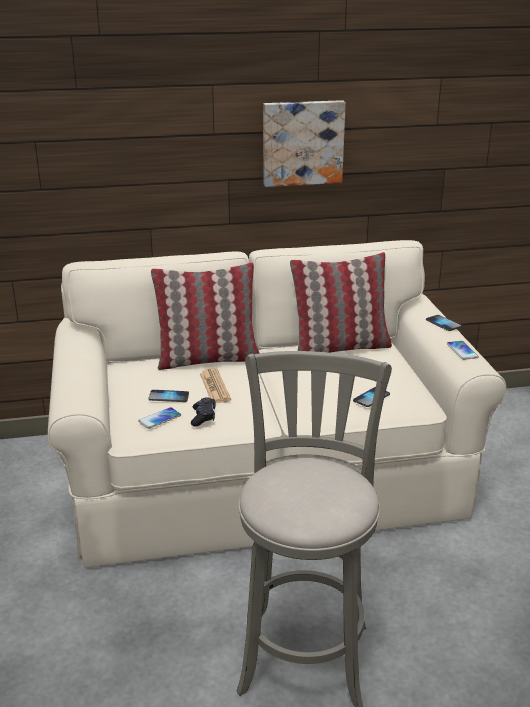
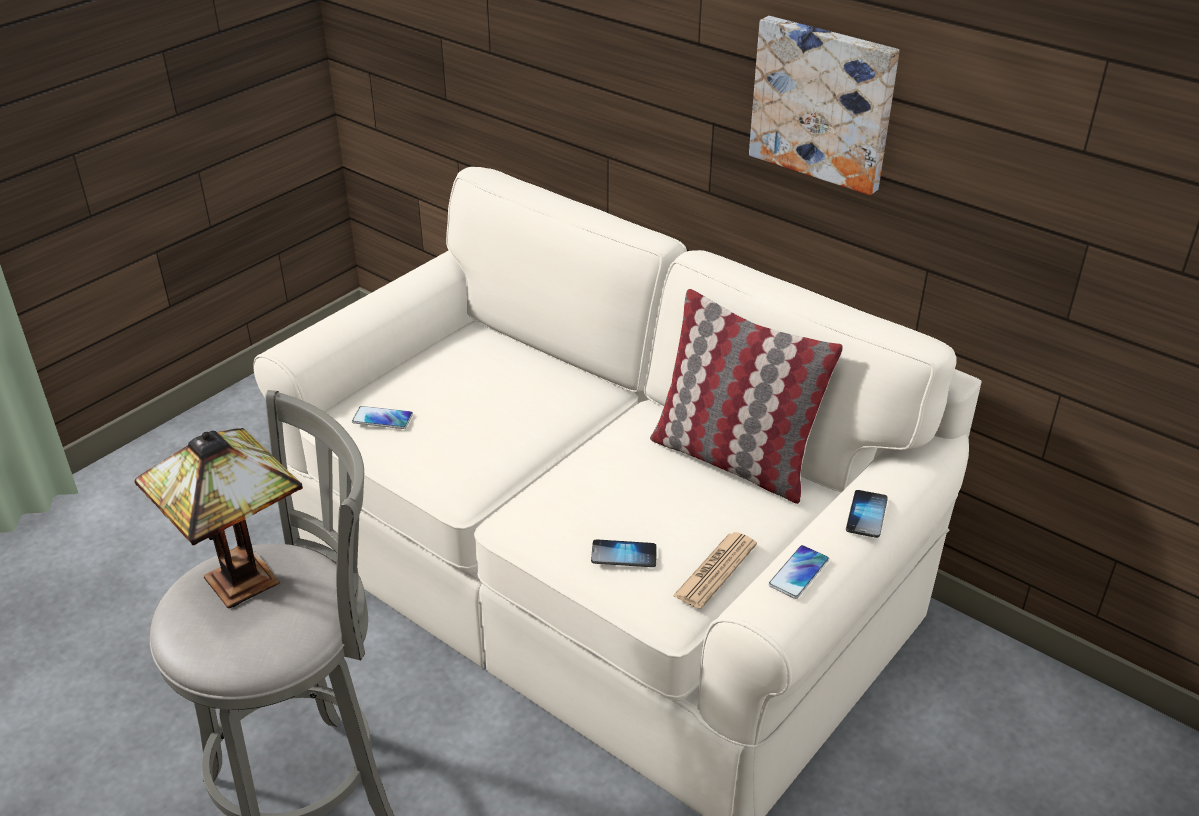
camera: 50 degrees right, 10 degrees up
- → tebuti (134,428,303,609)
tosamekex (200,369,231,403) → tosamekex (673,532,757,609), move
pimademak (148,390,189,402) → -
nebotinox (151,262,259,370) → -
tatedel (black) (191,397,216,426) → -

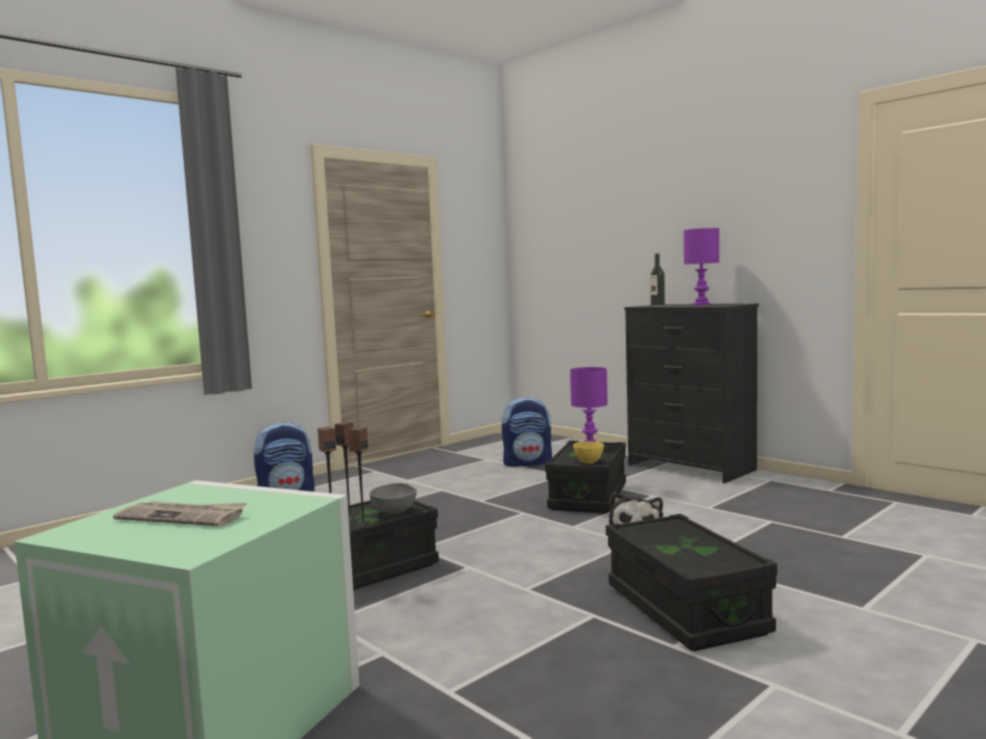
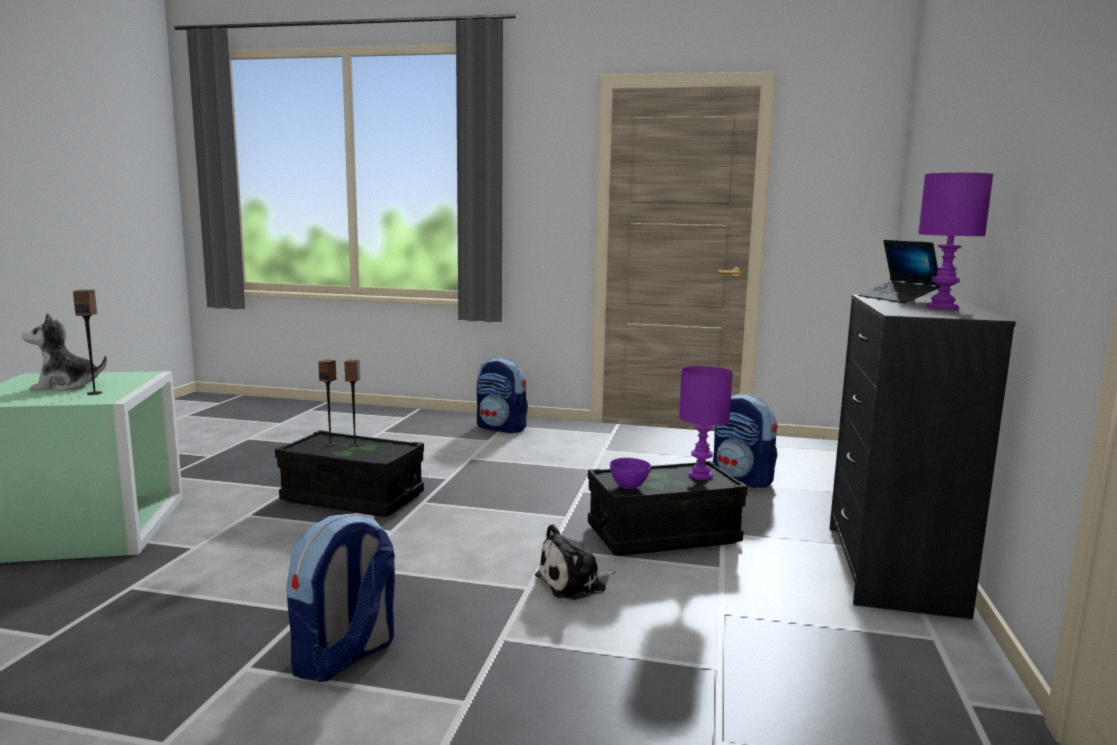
camera: 55 degrees right, 5 degrees up
tosamekex (113,501,247,526) → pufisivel (22,313,107,391)
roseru (348,427,370,525) → roseru (73,290,102,395), move
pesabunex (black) (606,514,777,651) → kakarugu (287,513,395,682)
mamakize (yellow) (573,441,604,464) → mamakize (purple) (610,458,651,489)
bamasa (650,253,665,306) → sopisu (858,240,940,303)
mamakize (grey) (370,483,417,513) → -

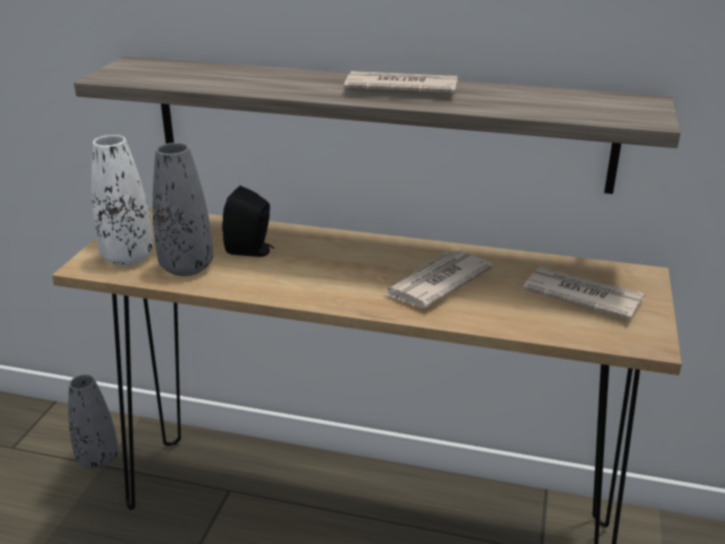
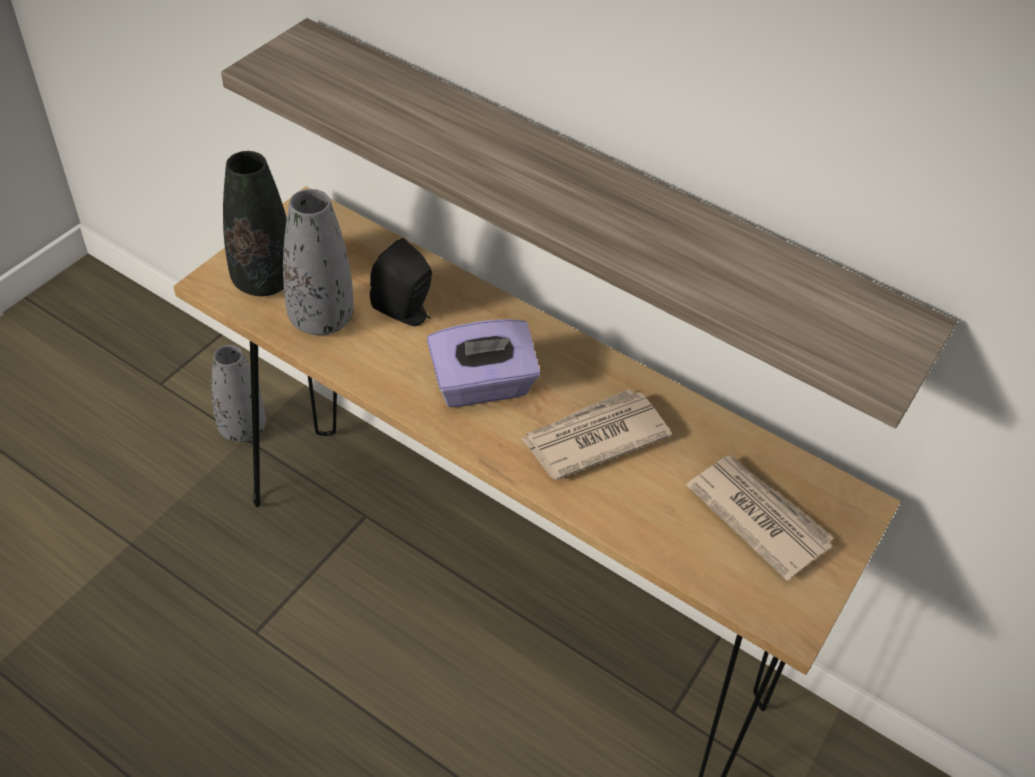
camera: 15 degrees right, 20 degrees up
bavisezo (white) (91,135,154,266) → bavisezo (black) (223,151,287,296)
- → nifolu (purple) (427,319,540,407)
tosamekex (344,71,458,94) → -

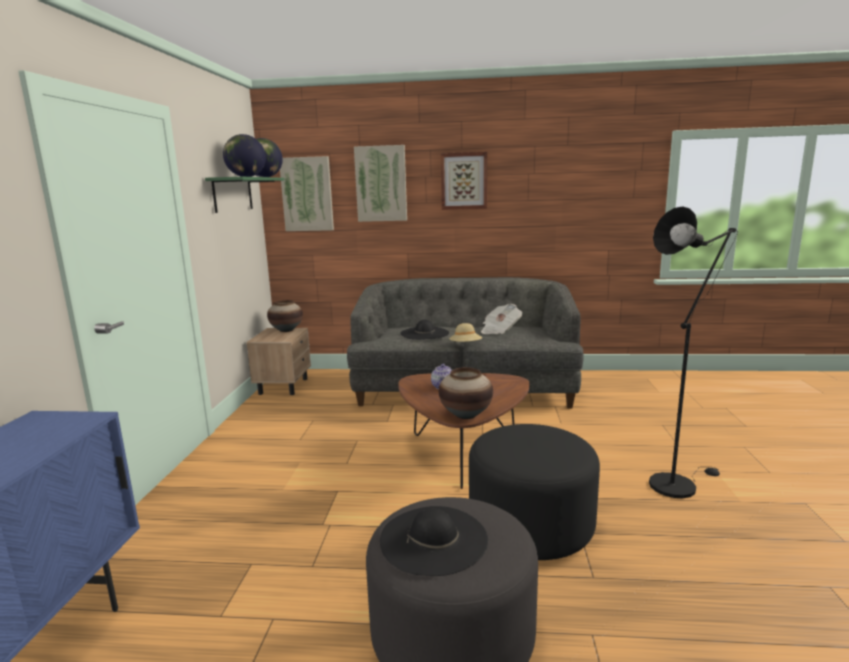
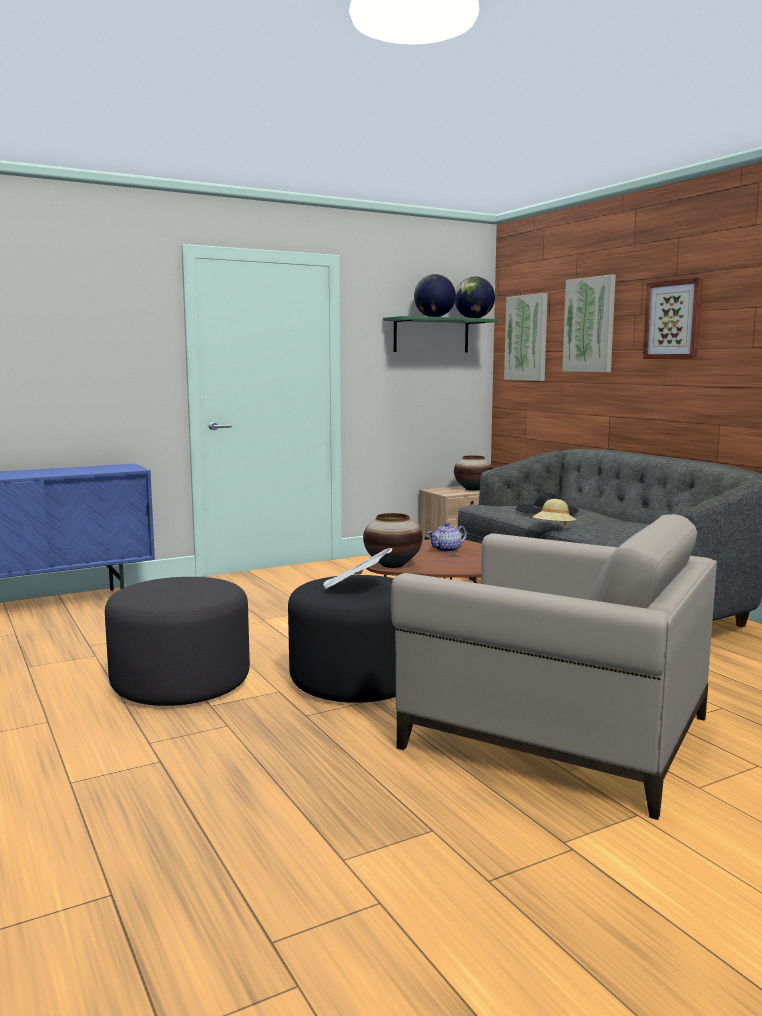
camera: 55 degrees right, 5 degrees down
tosamekex (481,304,522,334) → tosamekex (324,548,392,589), move
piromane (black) (649,206,738,498) → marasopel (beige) (391,514,717,820)
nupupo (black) (380,506,488,576) → -

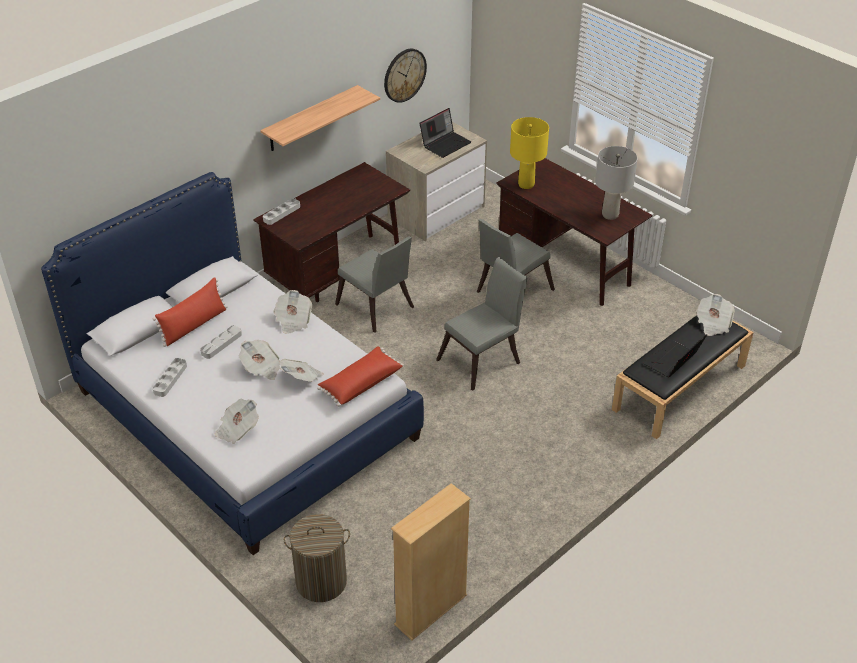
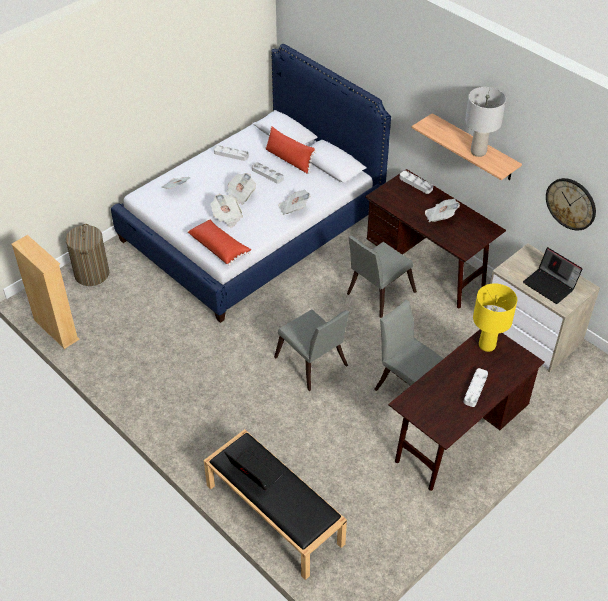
camera: 90 degrees right, 5 degrees up
tosamekex (696,294,735,336) → tosamekex (425,199,460,222), move
- → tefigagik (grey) (464,368,488,407)
tebuti (grey) (595,146,638,220) → tebuti (grey) (465,87,506,157), move

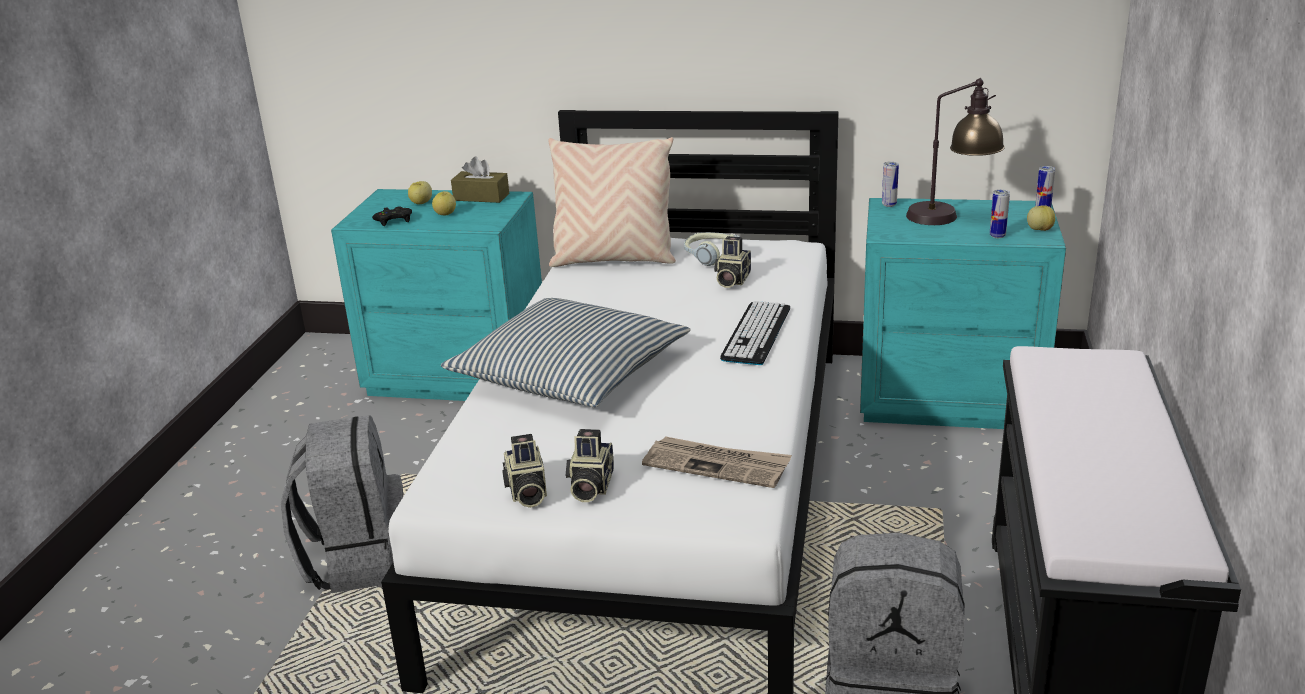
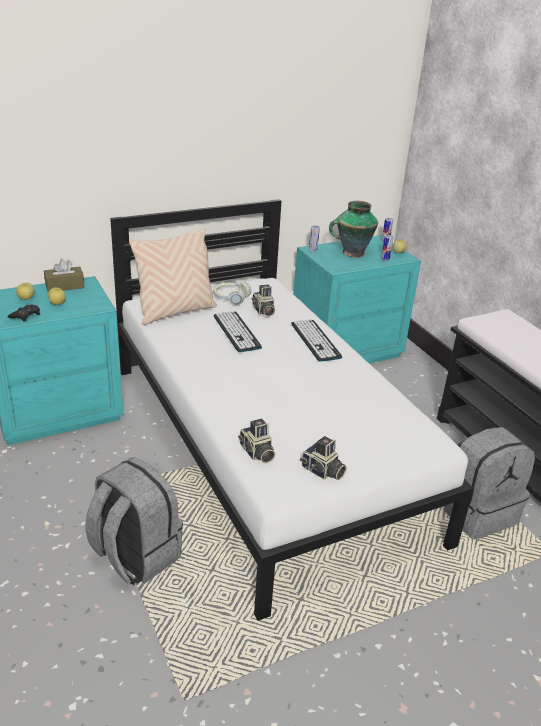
camera: 40 degrees left, 5 degrees up
- → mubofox (214,311,262,352)
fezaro (566,429,614,502) → fezaro (238,418,276,464), move
tebuti (906,78,1005,225) → bavisezo (329,201,378,257)
nebotinox (441,298,691,407) → -
tosamekex (642,436,792,488) → -

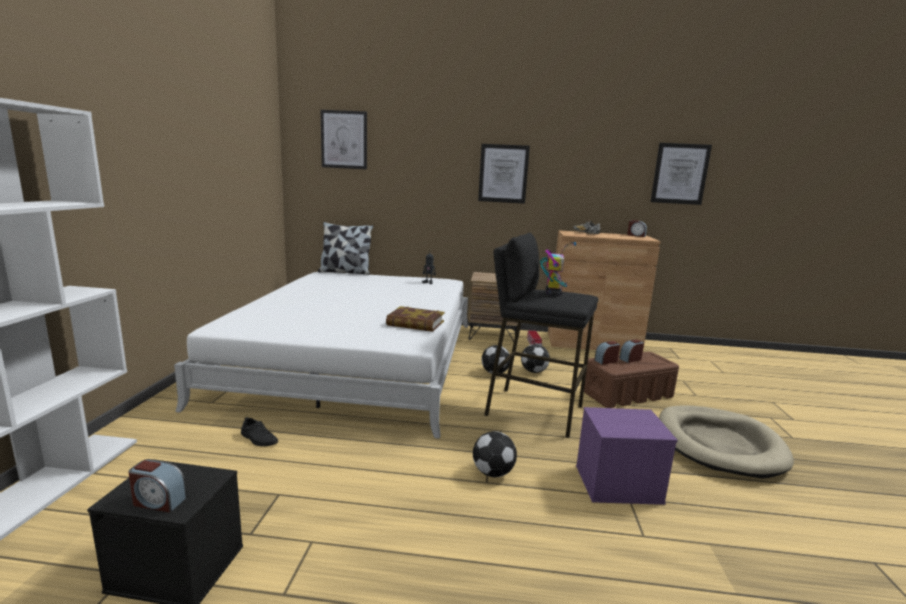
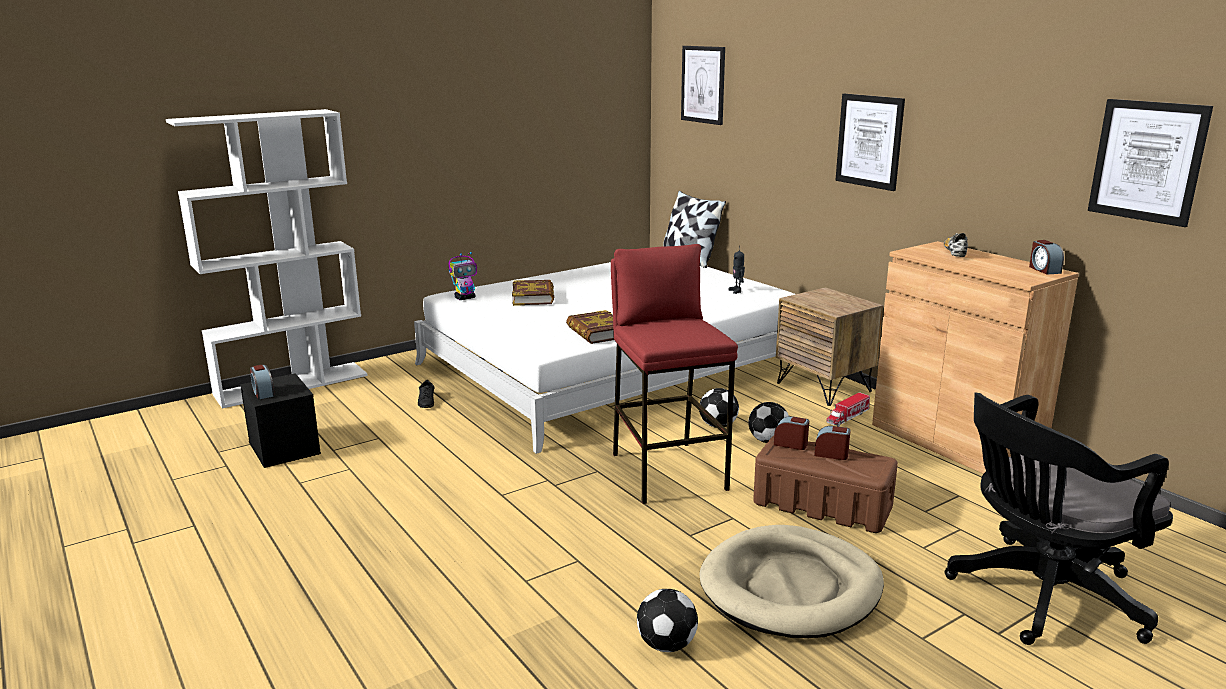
camera: 50 degrees right, 5 degrees up
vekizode (540,242,577,296) → vekizode (448,252,477,300), move
- → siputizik (512,280,554,306)
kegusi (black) (484,233,598,438) → kegusi (red) (611,244,738,504)
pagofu (473,431,517,477) → pagofu (637,589,698,652), move
- → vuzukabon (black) (944,392,1173,645)
pesabunex (purple) (576,407,678,505) → -

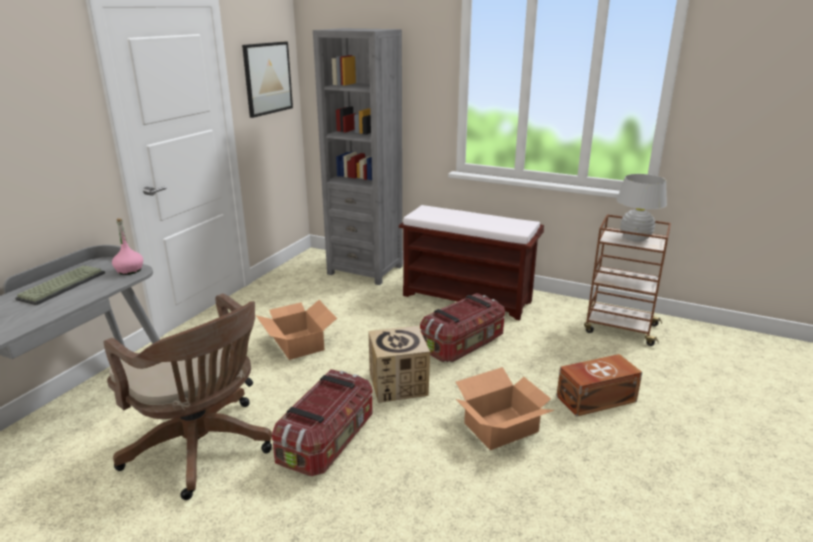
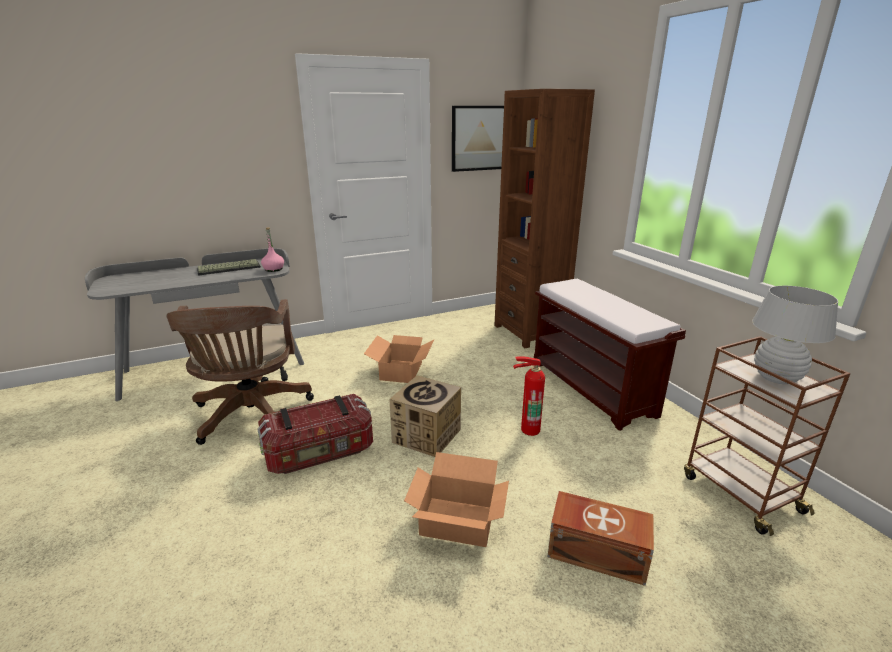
camera: 40 degrees right, 0 degrees up
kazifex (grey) (313,28,402,285) → kazifex (brown) (494,89,595,348)
pesabunex (420,293,505,362) → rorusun (513,356,545,436)

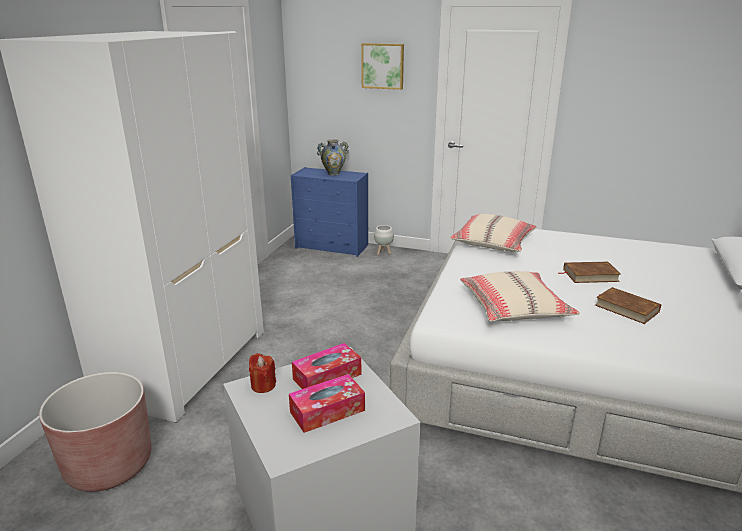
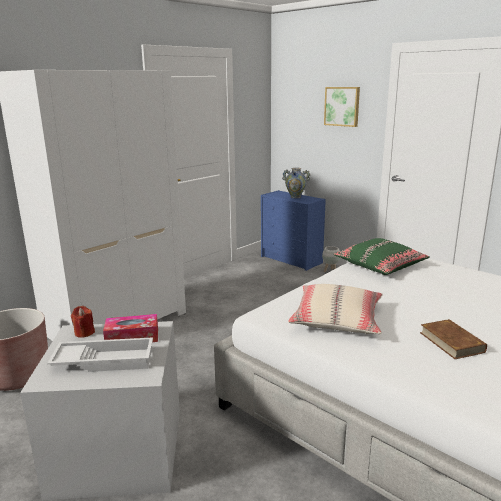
camera: 25 degrees right, 5 degrees down
nifolu (289,374,365,433) → tefigagik (white) (47,337,153,372)
nebotinox (beige) (450,214,537,252) → nebotinox (green) (334,238,429,275)
siputizik (brown) (558,262,621,283) → -

